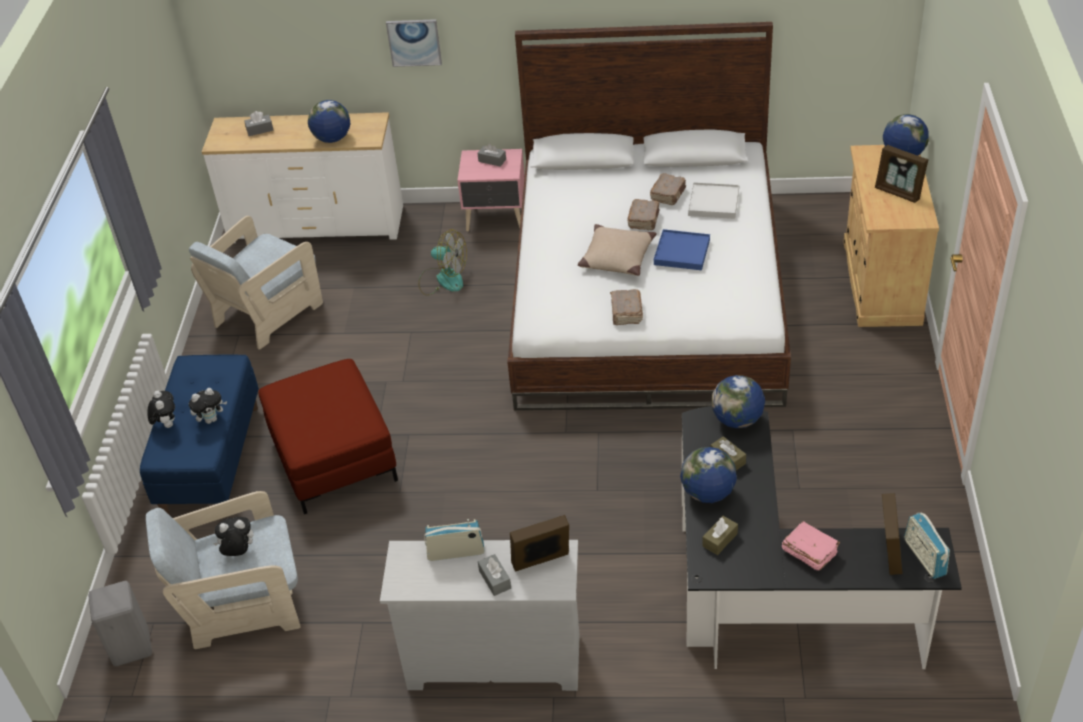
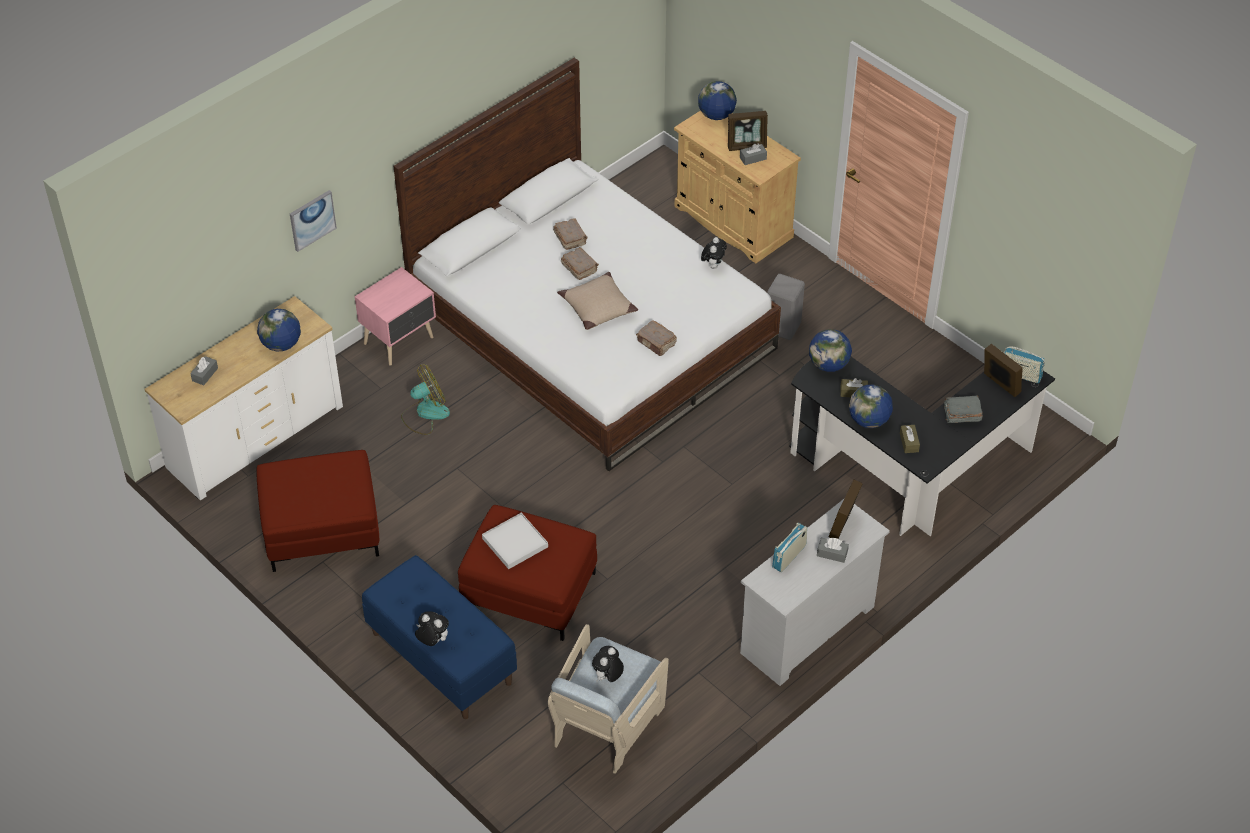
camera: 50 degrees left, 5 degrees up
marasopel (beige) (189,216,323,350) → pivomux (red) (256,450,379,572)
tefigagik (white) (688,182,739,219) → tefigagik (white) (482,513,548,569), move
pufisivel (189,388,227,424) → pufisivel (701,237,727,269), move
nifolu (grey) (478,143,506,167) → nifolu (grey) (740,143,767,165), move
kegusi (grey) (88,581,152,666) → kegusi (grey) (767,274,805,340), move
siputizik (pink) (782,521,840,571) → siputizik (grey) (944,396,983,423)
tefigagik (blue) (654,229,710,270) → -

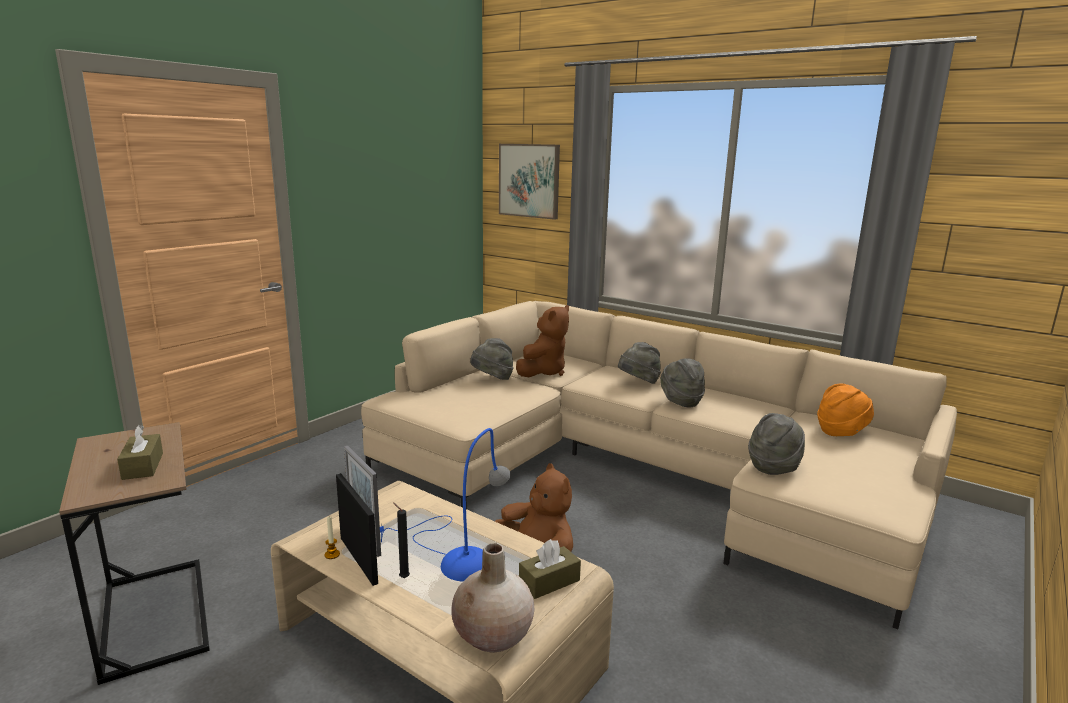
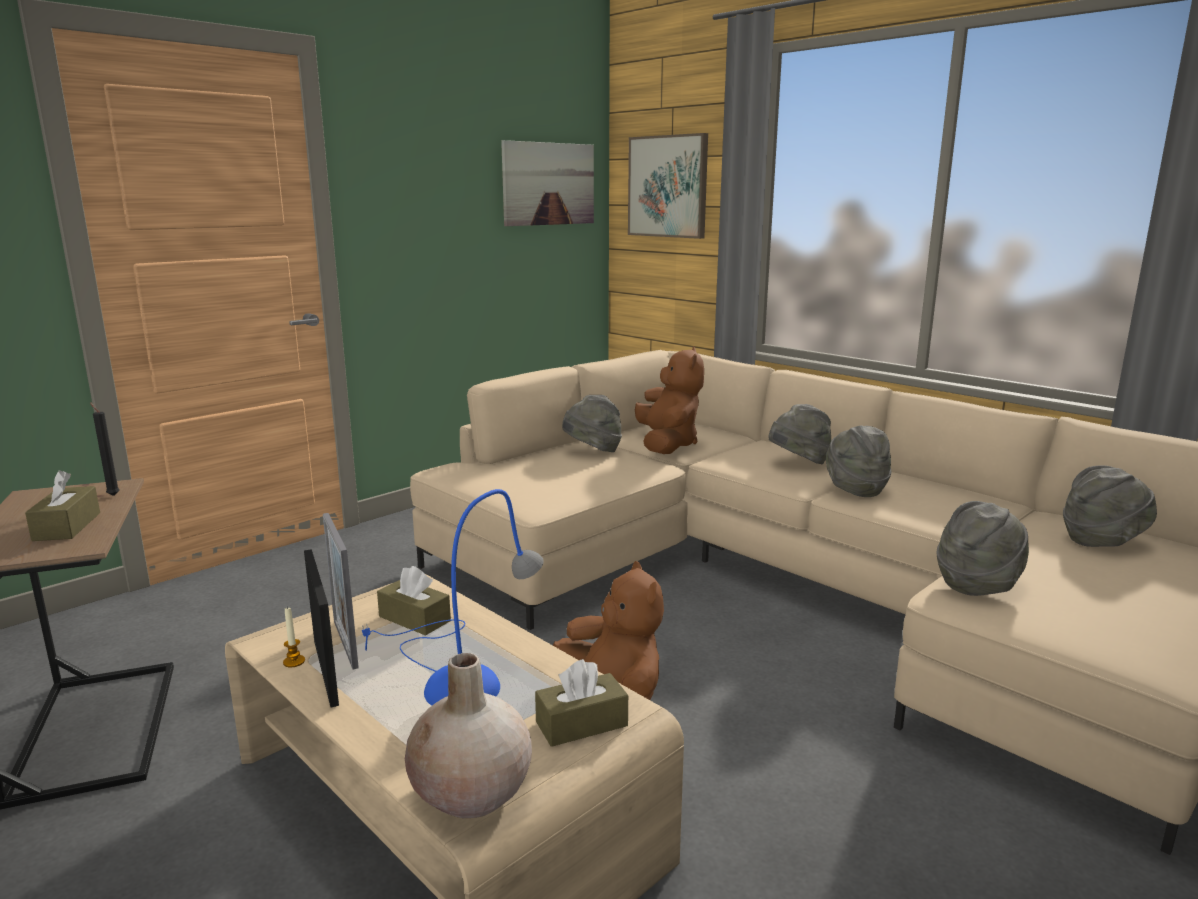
camera: 10 degrees right, 0 degrees up
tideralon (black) (393,502,410,578) → tideralon (black) (90,402,120,496), move
- → nifolu (brown) (377,566,451,636)
- → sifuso (501,140,594,226)
pufisivel (brown) (516,305,569,377) → pufisivel (brown) (635,346,704,454), 45 degrees counterclockwise
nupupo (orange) (817,383,874,436) → nupupo (grey) (1063,465,1157,547)

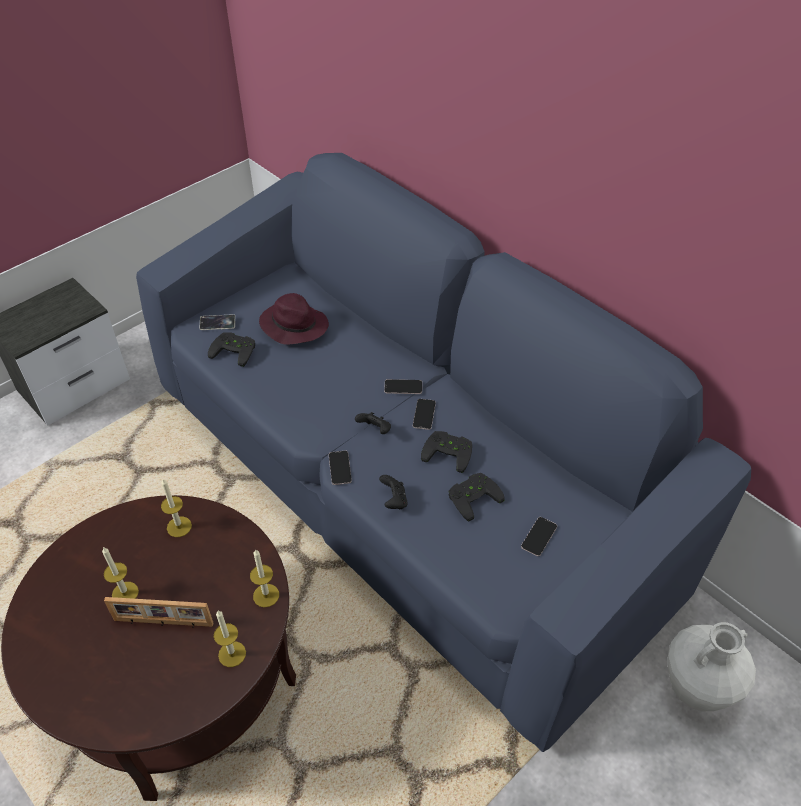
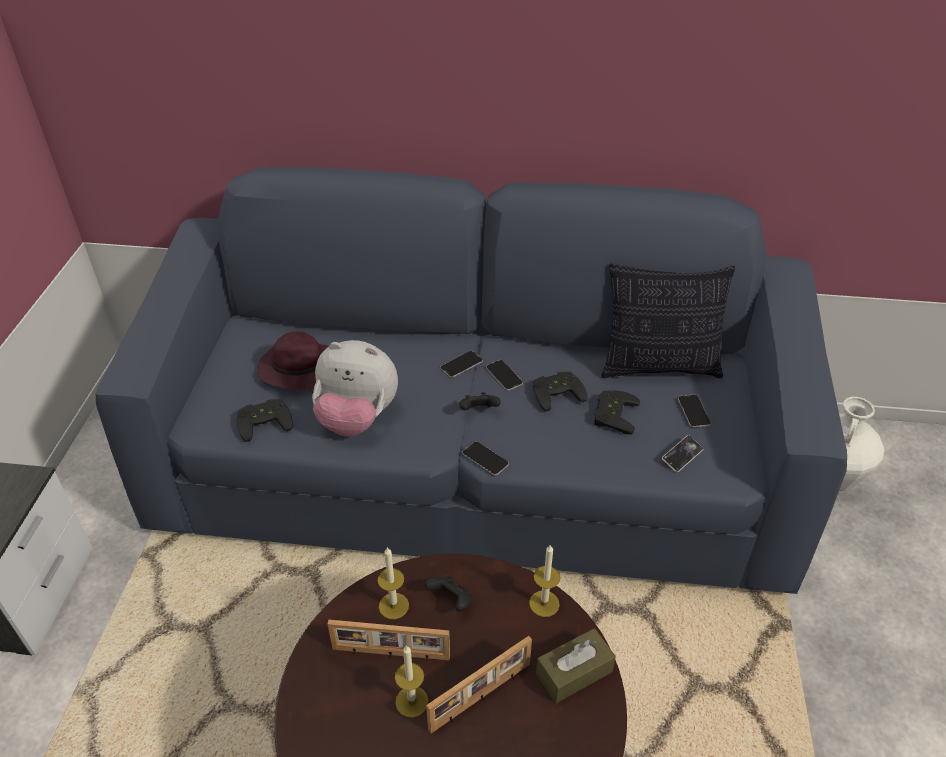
camera: 40 degrees left, 5 degrees down
- → pufisivel (312,340,398,437)
- → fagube (327,620,450,661)
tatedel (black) (379,475,408,509) → tatedel (black) (425,575,473,612), move
tideralon (214,611,246,667) → nifolu (brown) (536,628,616,703)
- → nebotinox (601,263,735,378)
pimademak (200,314,235,330) → pimademak (662,435,703,472), move

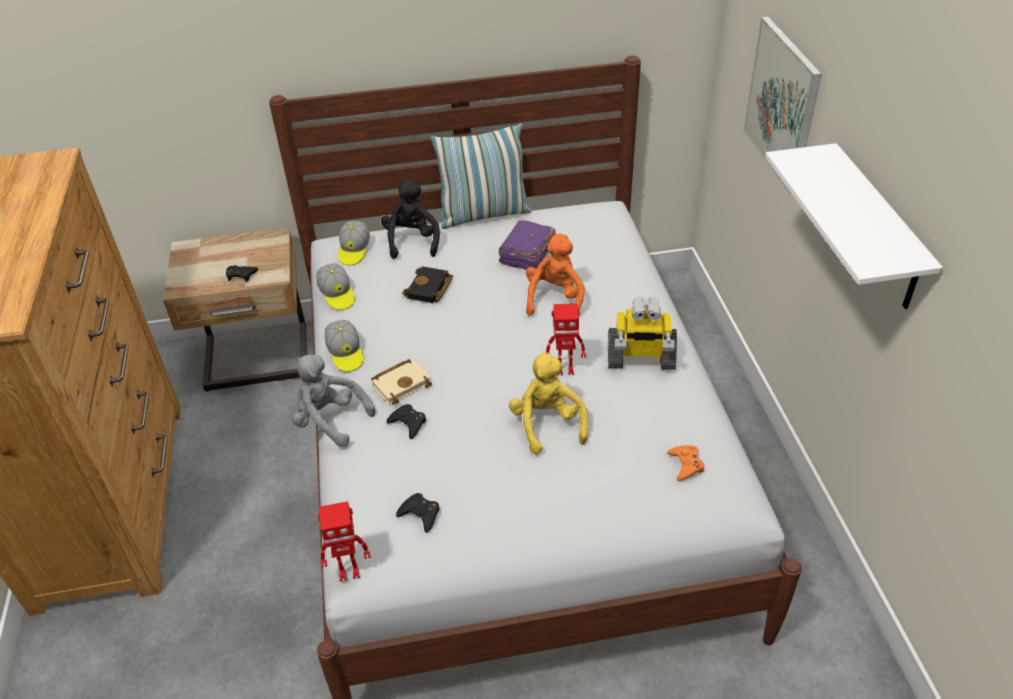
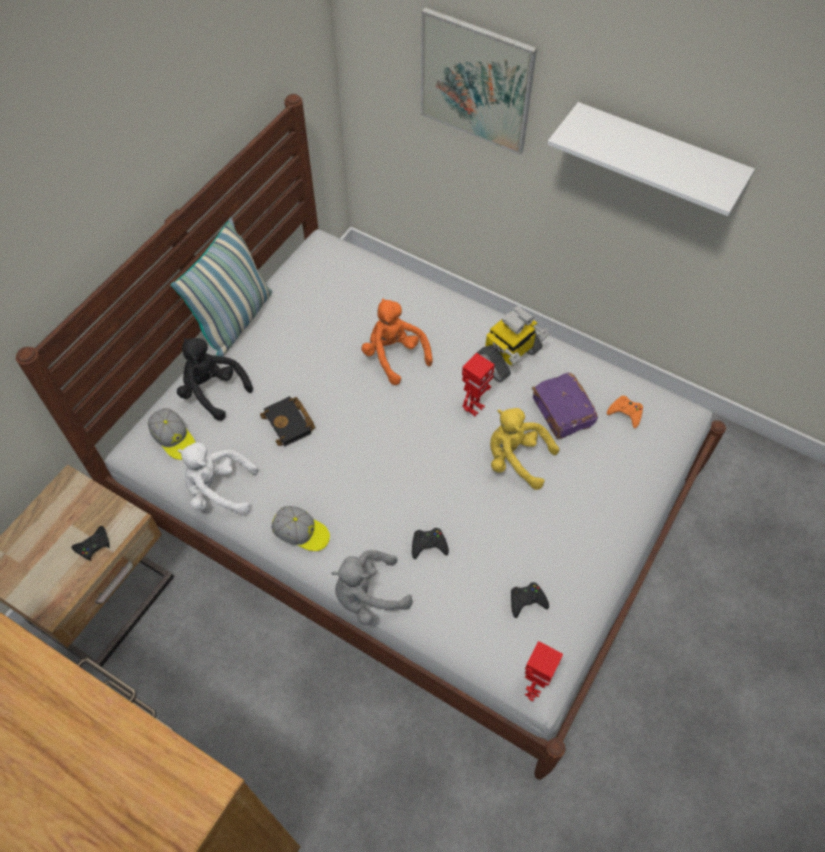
camera: 50 degrees left, 15 degrees up
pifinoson (316,263,355,310) → pufisivel (white) (178,442,258,515)
siputizik (purple) (499,220,556,270) → siputizik (purple) (532,373,598,439), move
siputizik (beige) (371,359,432,405) → -

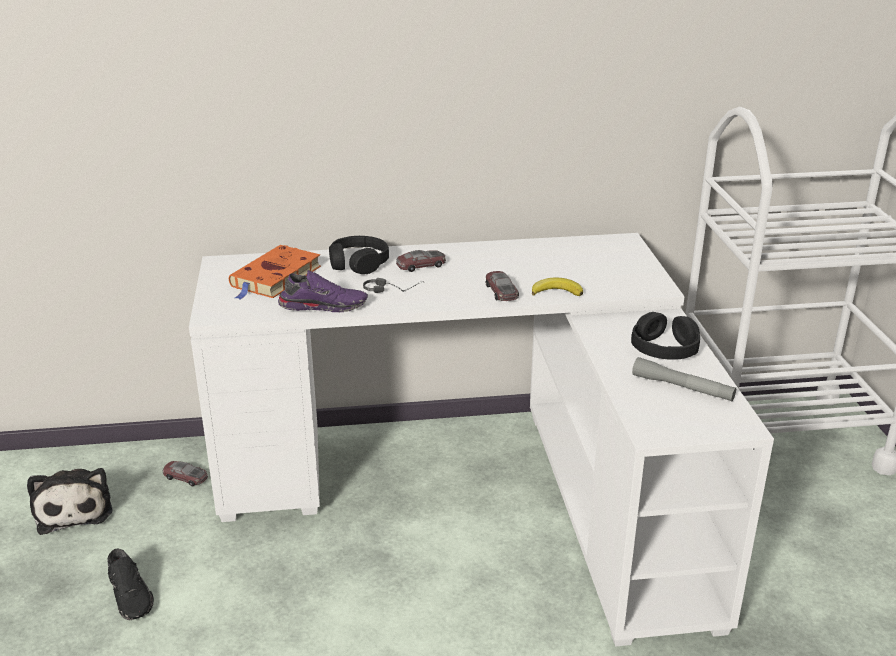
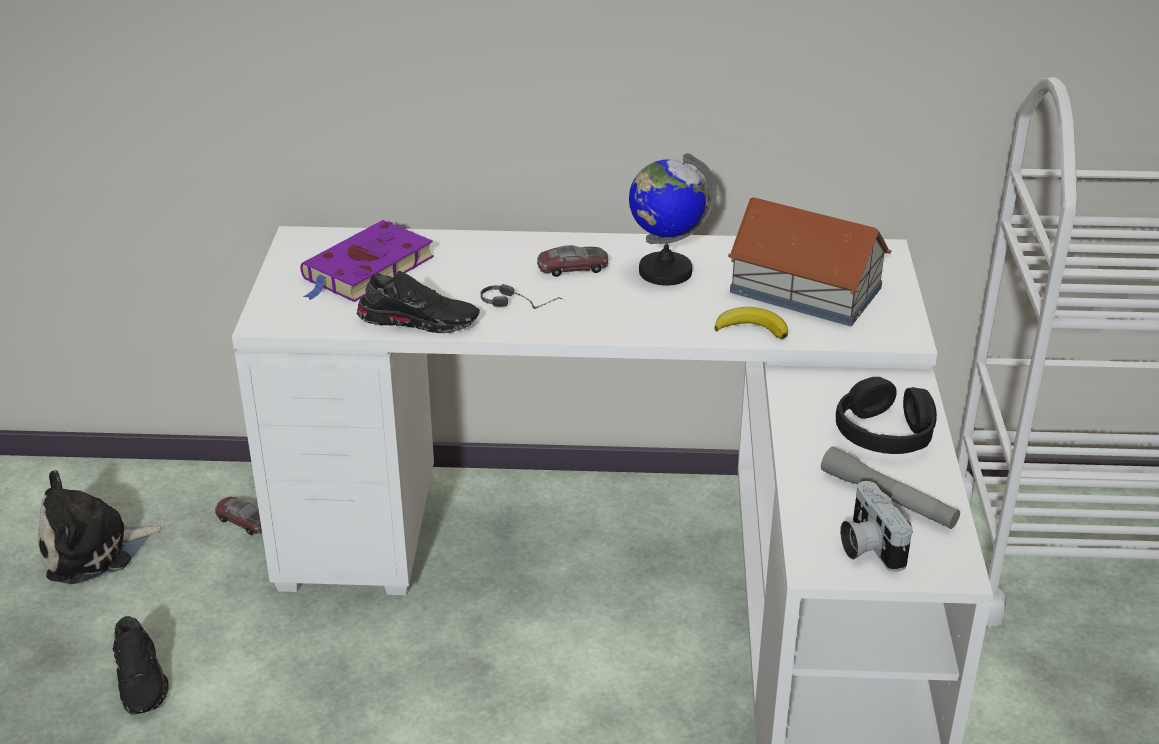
camera: 10 degrees right, 5 degrees up
pufisivel (27,468,113,535) → pufisivel (38,470,164,584), 75 degrees clockwise
siputizik (orange) (229,245,321,300) → siputizik (purple) (300,220,434,302)
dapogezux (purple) (278,270,368,312) → dapogezux (black) (357,271,480,333)
- → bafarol (629,153,716,286)
- → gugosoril (728,197,891,326)
- → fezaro (840,481,912,572)
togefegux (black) (329,236,389,274) → -
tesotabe (486,271,519,301) → -

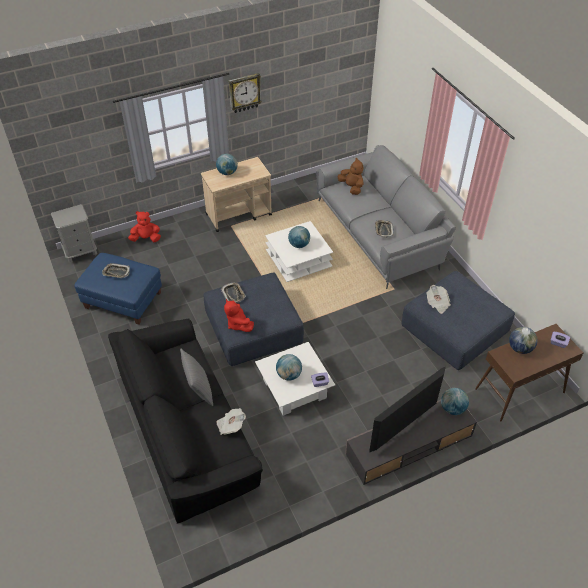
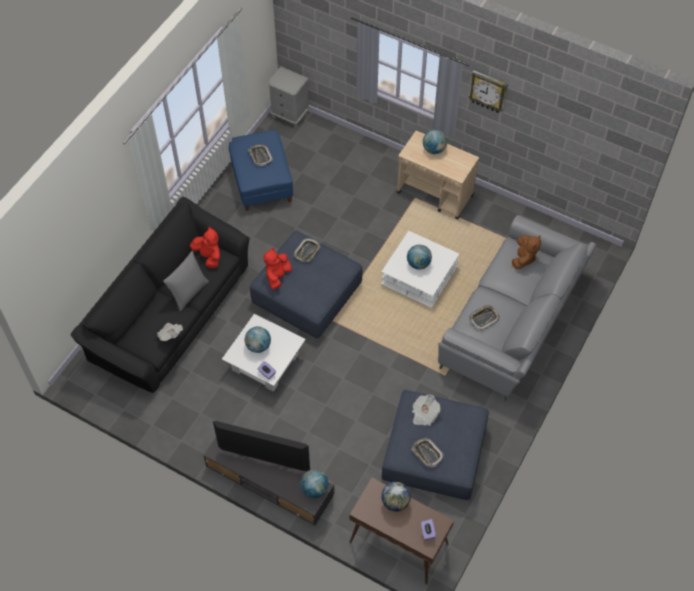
camera: 55 degrees right, 10 degrees up
pufisivel (red) (128,211,161,242) → pufisivel (red) (190,226,220,268), move
- → tefigagik (411,438,444,467)

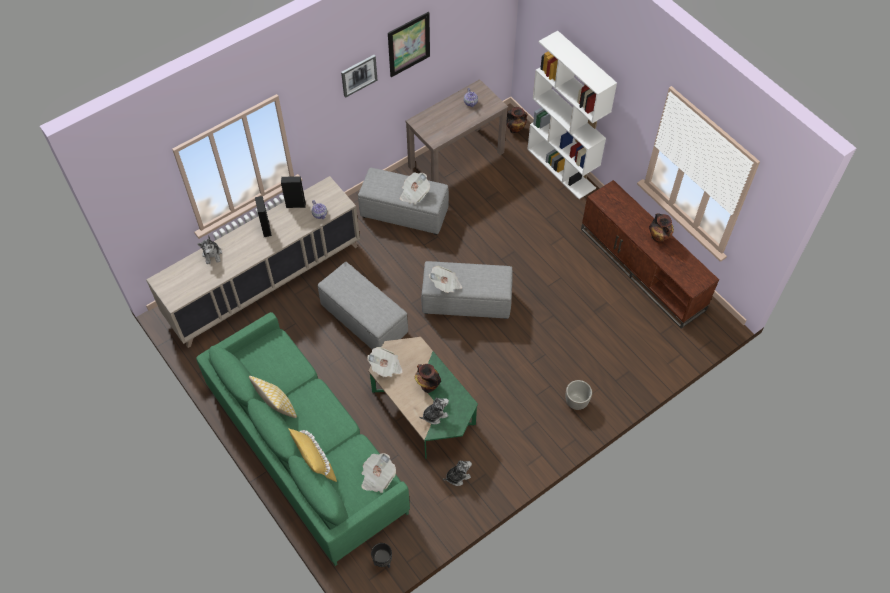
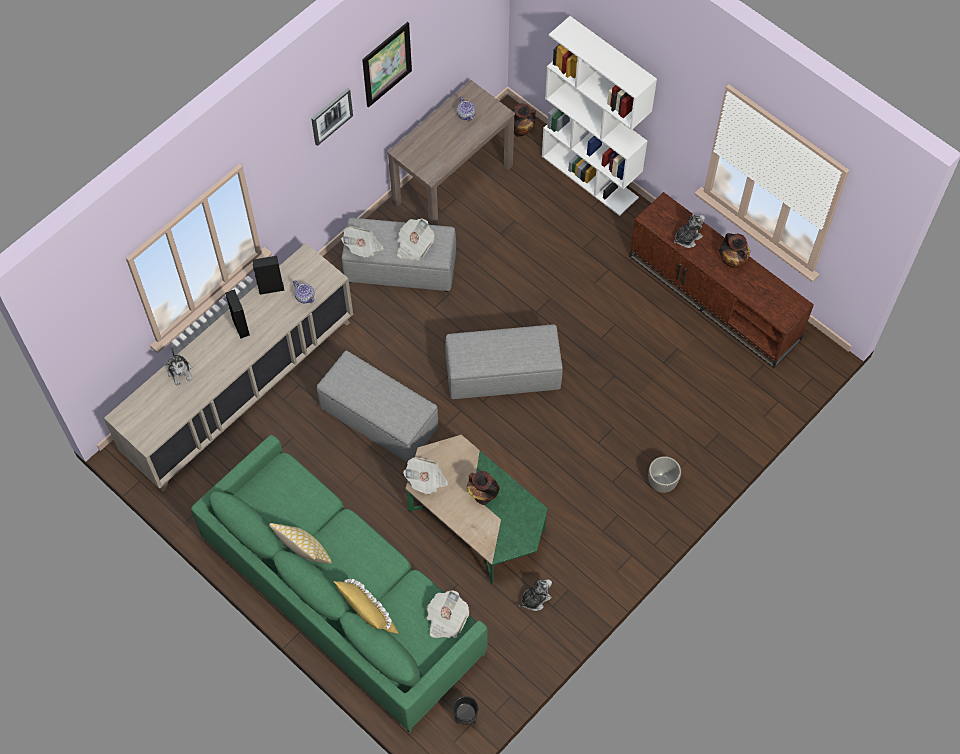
camera: 10 degrees left, 5 degrees up
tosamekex (429,266,462,293) → tosamekex (341,226,384,258), move
pufisivel (420,397,449,425) → pufisivel (674,214,705,248), move

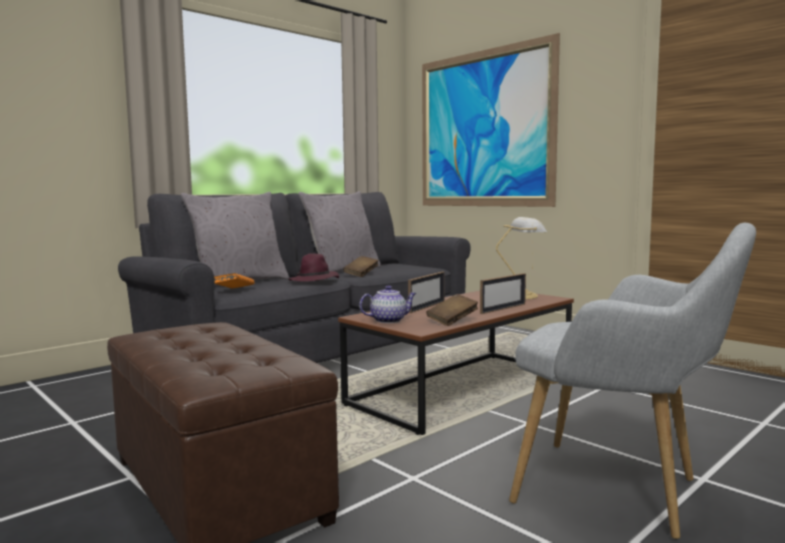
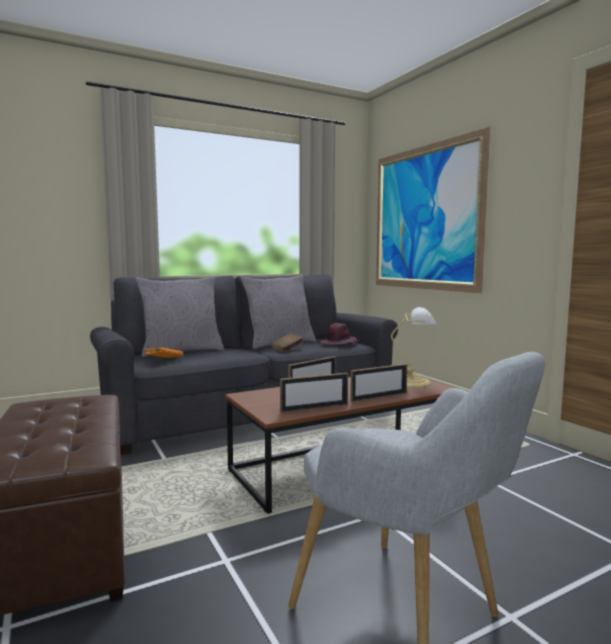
camera: 15 degrees right, 0 degrees up
siputizik (brown) (426,294,478,326) → fagube (280,373,348,413)
nupupo (purple) (288,253,339,282) → nupupo (purple) (318,323,357,345), move
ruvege (359,285,416,323) → -

